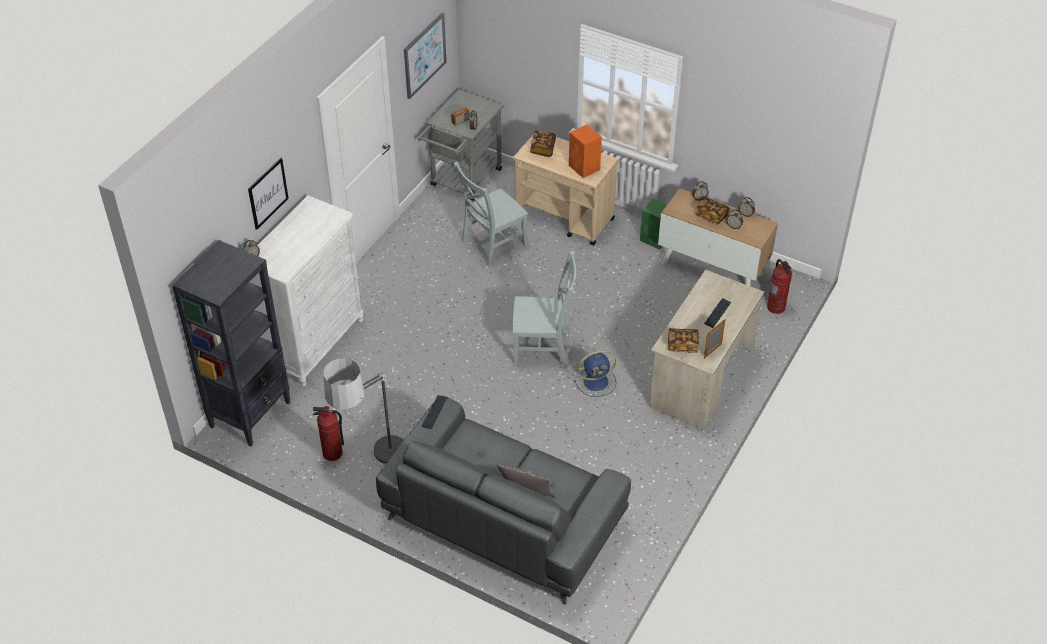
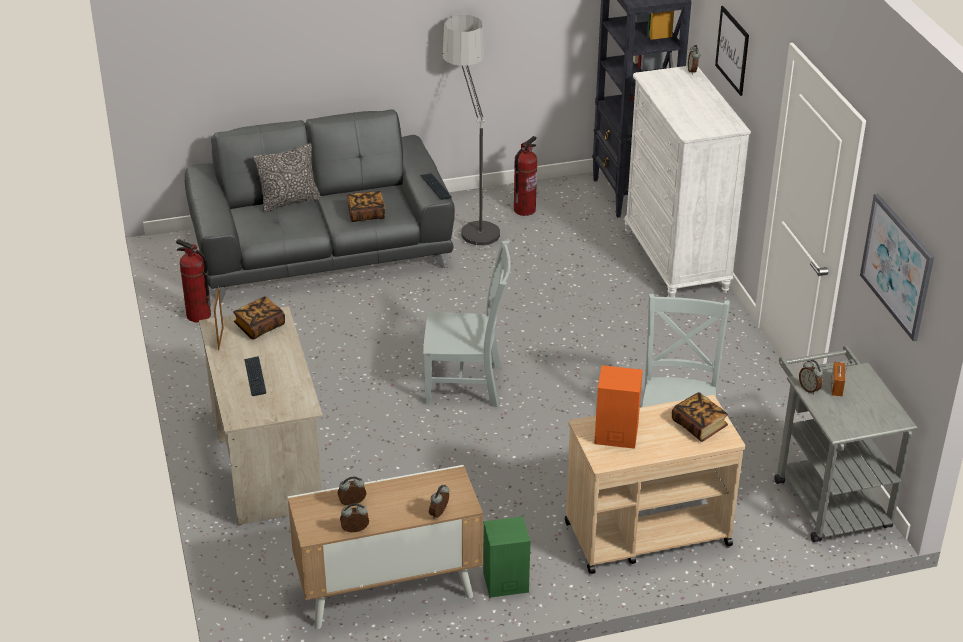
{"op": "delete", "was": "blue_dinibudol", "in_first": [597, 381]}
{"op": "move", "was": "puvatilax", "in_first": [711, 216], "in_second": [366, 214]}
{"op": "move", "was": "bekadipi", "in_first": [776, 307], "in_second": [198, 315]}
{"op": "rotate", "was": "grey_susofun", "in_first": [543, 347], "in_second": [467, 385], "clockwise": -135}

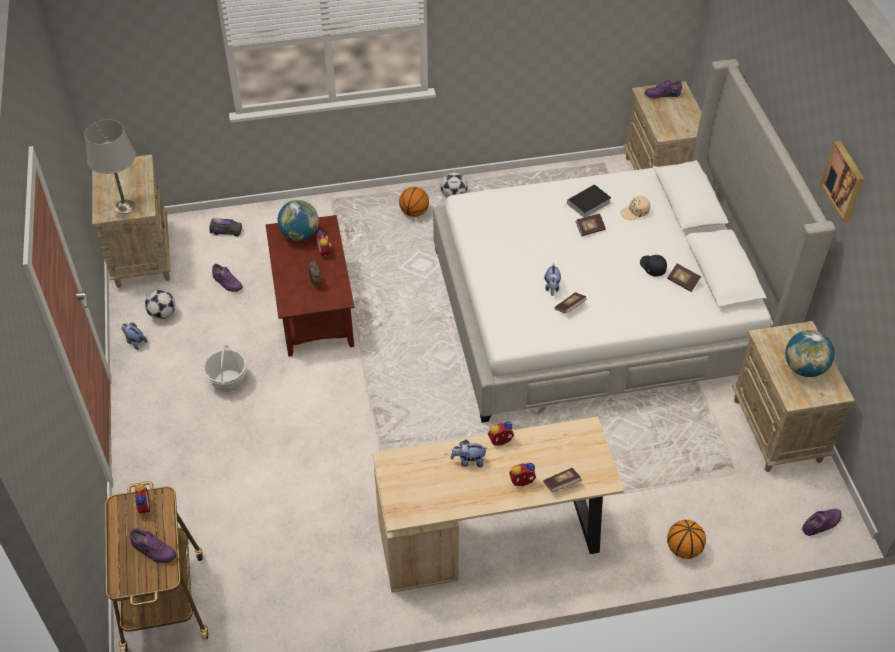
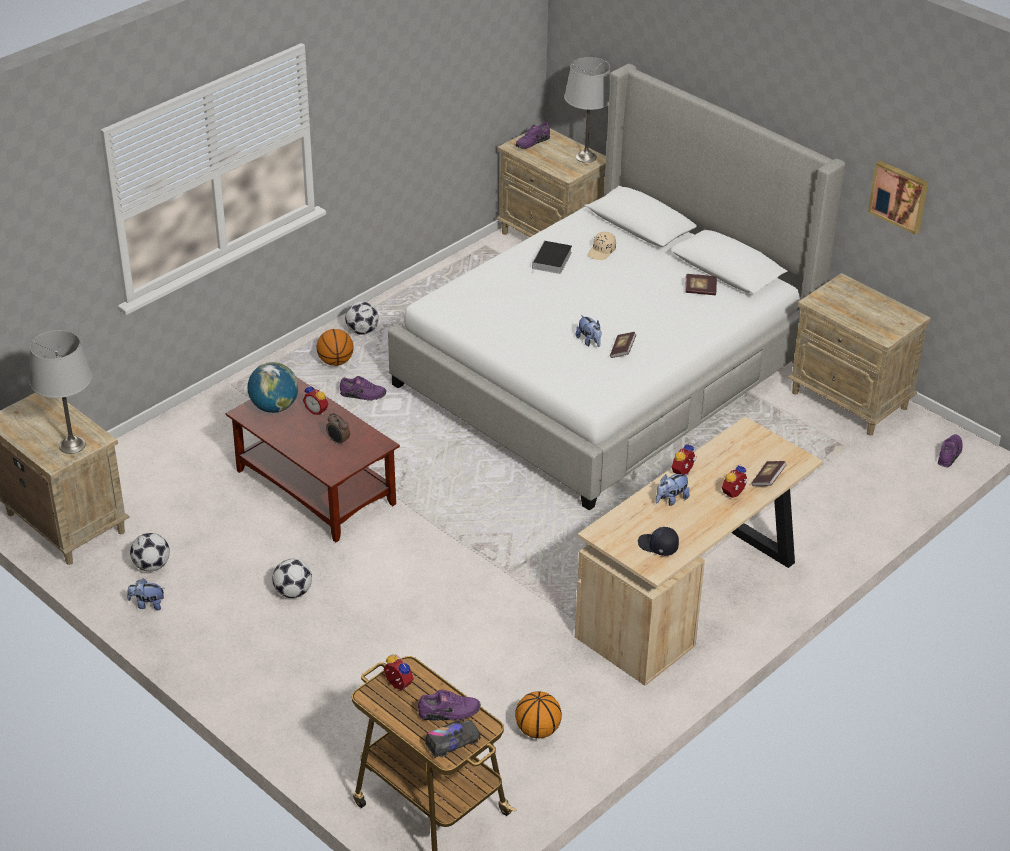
{"op": "delete", "was": "puvatilax", "in_first": [590, 229]}
{"op": "delete", "was": "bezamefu", "in_first": [804, 368]}
{"op": "insert", "now": "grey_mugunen", "in_second": [585, 157]}
{"op": "move", "was": "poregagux", "in_first": [226, 231], "in_second": [452, 743]}
{"op": "move", "was": "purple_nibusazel", "in_first": [227, 283], "in_second": [363, 395]}
{"op": "move", "was": "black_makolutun", "in_first": [652, 267], "in_second": [658, 546]}
{"op": "move", "was": "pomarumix", "in_first": [683, 548], "in_second": [537, 730]}
{"op": "move", "was": "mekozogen", "in_first": [844, 181], "in_second": [899, 196]}
{"op": "replace", "was": "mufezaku", "now": "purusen", "in_first": [228, 381], "in_second": [293, 592]}

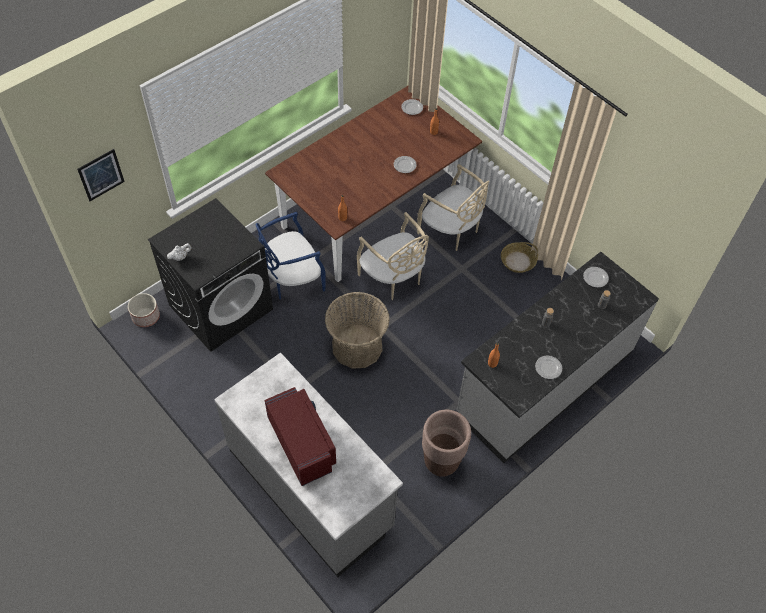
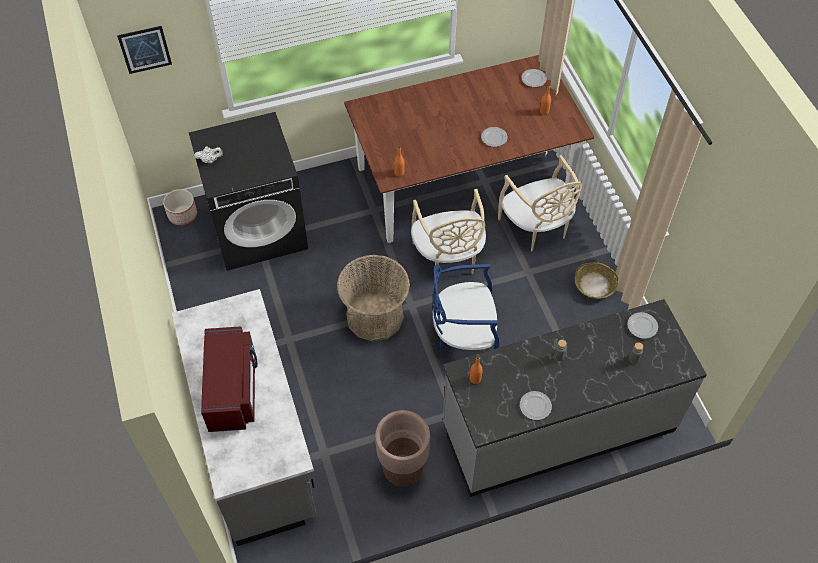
{"op": "move", "was": "blue_susofun", "in_first": [292, 278], "in_second": [463, 335]}

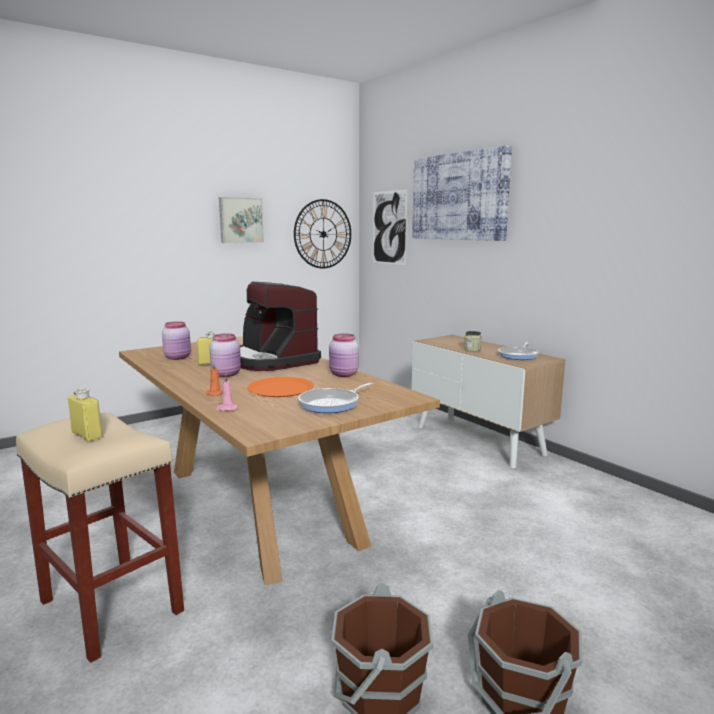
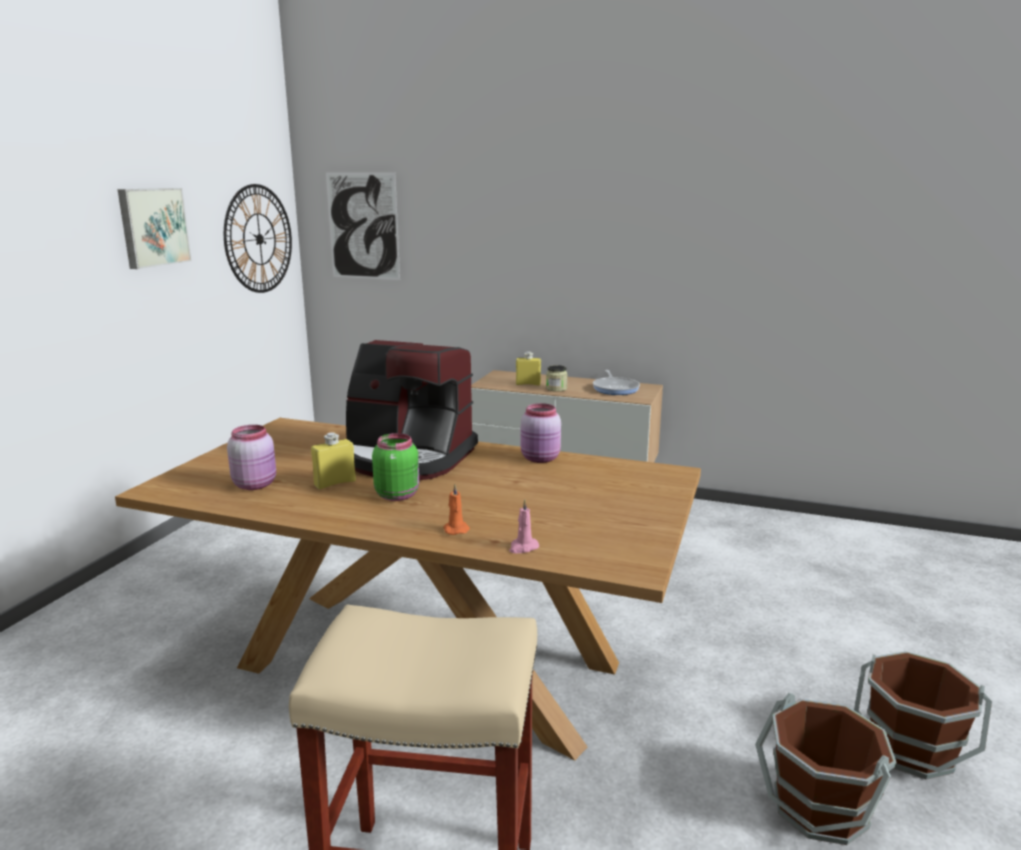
{"op": "delete", "was": "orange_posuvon", "in_first": [280, 388]}
{"op": "delete", "was": "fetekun", "in_first": [332, 404]}
{"op": "delete", "was": "mekozogen", "in_first": [459, 197]}
{"op": "move", "was": "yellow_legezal", "in_first": [87, 435], "in_second": [528, 384]}
{"op": "recolor", "was": "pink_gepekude", "now": "green_gepekude", "in_first": [227, 374], "in_second": [398, 495]}

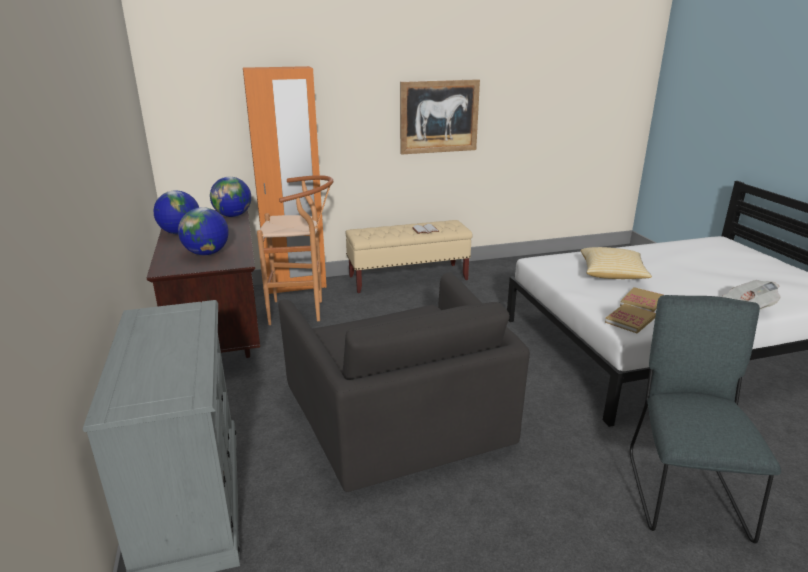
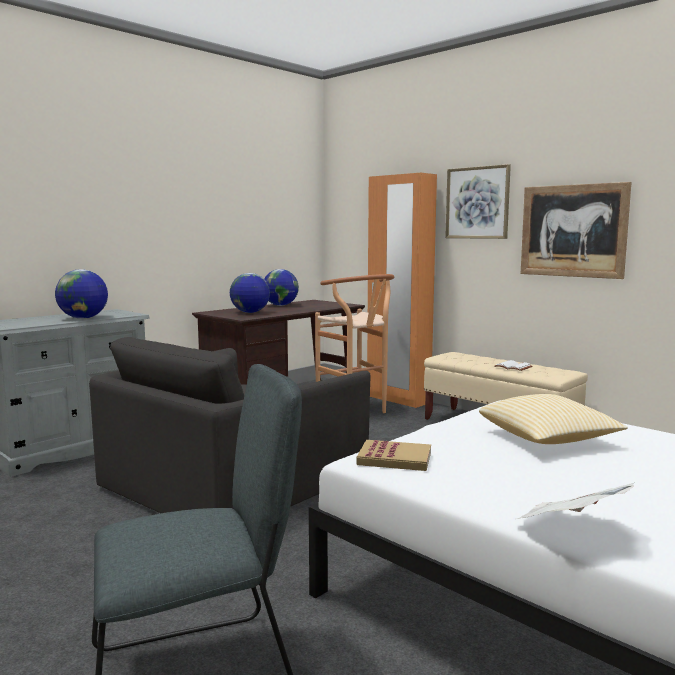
{"op": "delete", "was": "puvatilax", "in_first": [642, 302]}
{"op": "insert", "now": "mekozogen", "in_second": [477, 203]}
{"op": "move", "was": "bezamefu", "in_first": [233, 216], "in_second": [83, 318]}

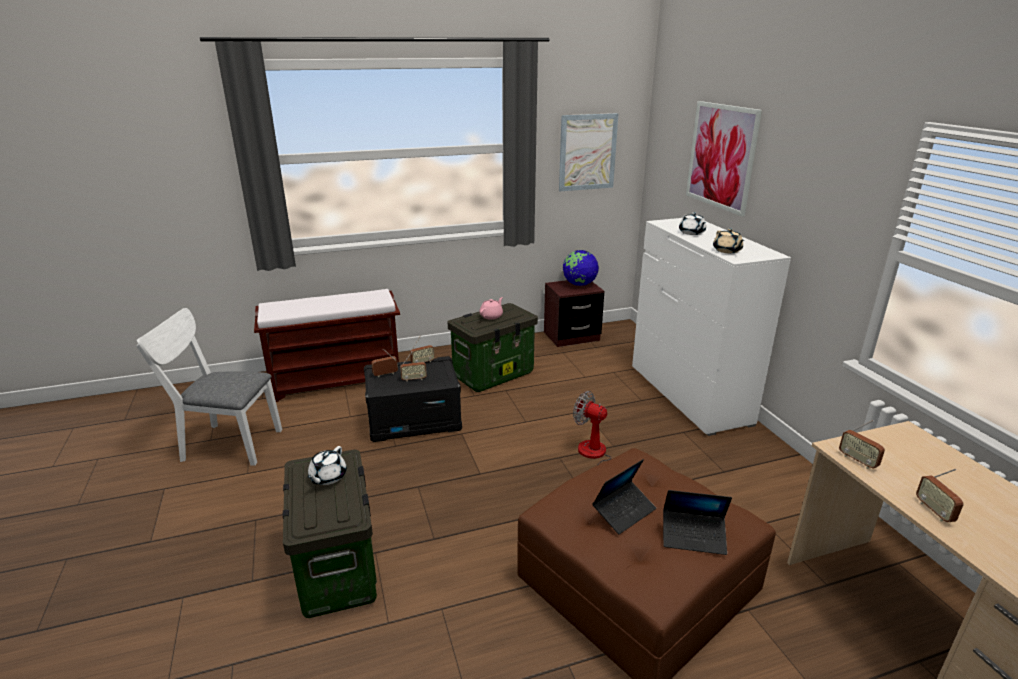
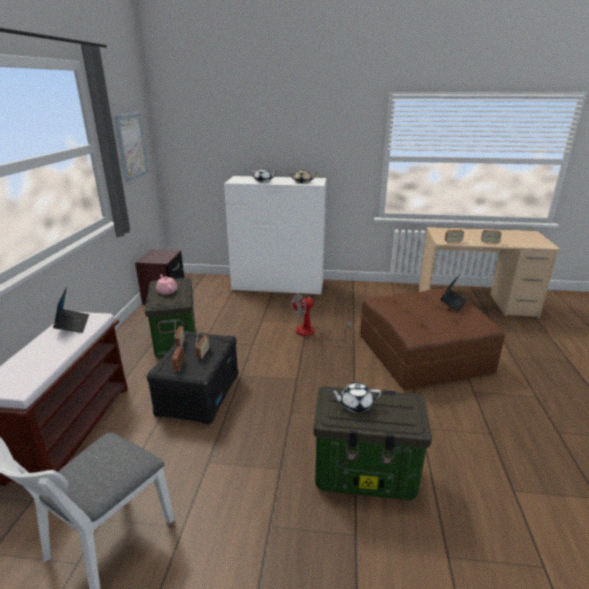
{"op": "delete", "was": "bezamefu", "in_first": [579, 284]}
{"op": "delete", "was": "mekozogen", "in_first": [721, 156]}
{"op": "move", "was": "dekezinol", "in_first": [624, 511], "in_second": [73, 324]}
{"op": "rotate", "was": "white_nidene", "in_first": [327, 477], "in_second": [355, 405], "clockwise": 135}

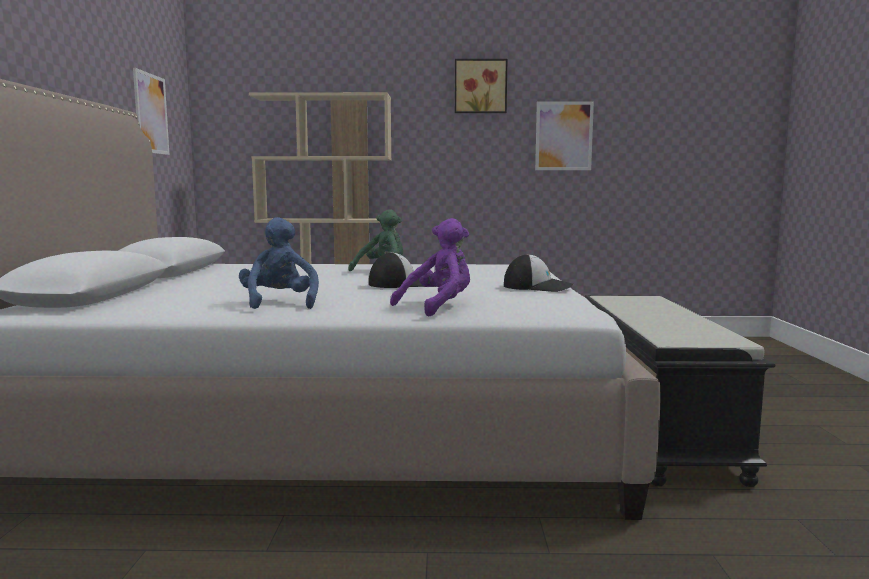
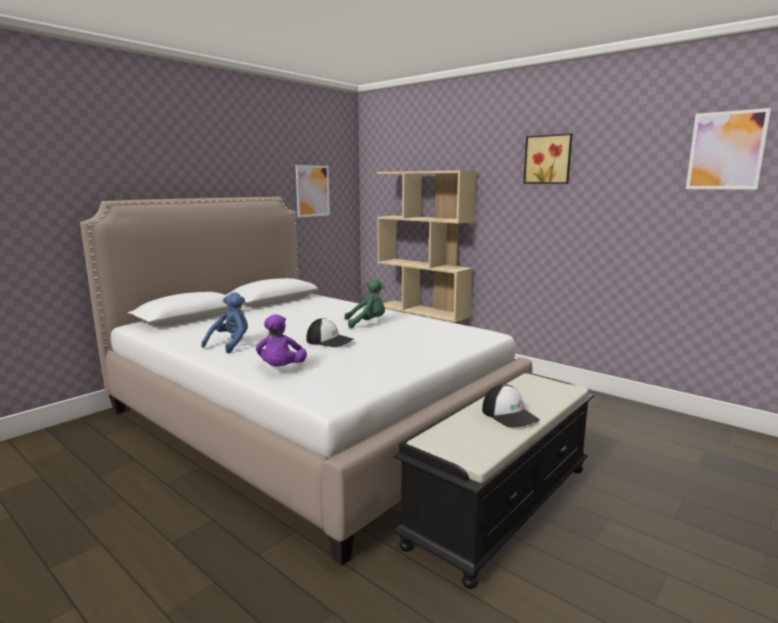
{"op": "move", "was": "makolutun", "in_first": [538, 287], "in_second": [510, 415]}
{"op": "move", "was": "mekozogen", "in_first": [564, 136], "in_second": [726, 150]}
{"op": "rotate", "was": "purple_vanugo", "in_first": [438, 307], "in_second": [281, 369], "clockwise": 90}

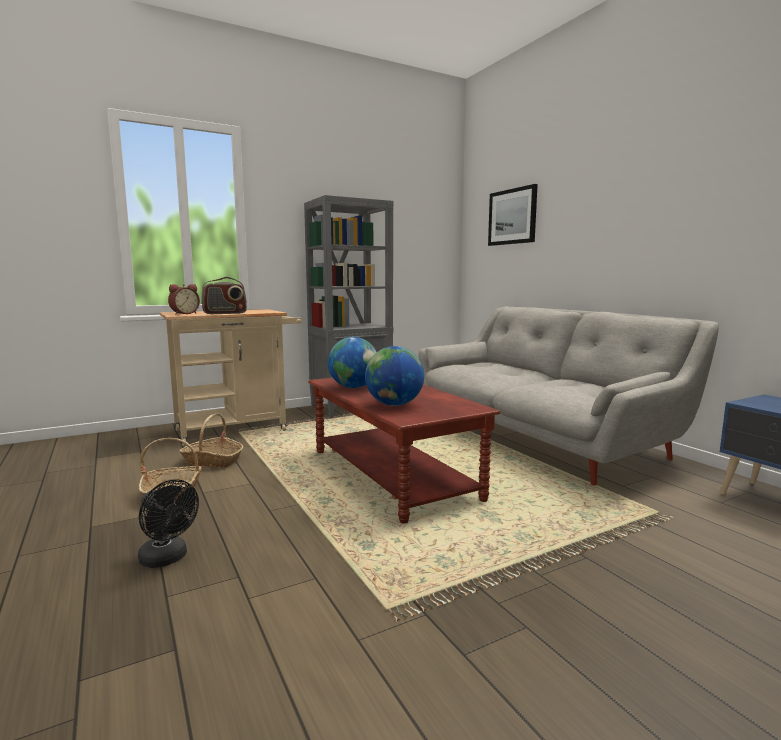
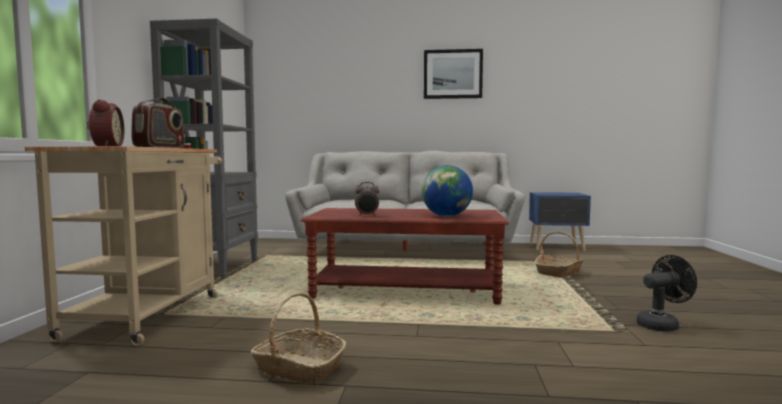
{"op": "move", "was": "black_dinibudol", "in_first": [167, 559], "in_second": [662, 325]}
{"op": "move", "was": "mufezaku", "in_first": [213, 461], "in_second": [558, 273]}
{"op": "move", "was": "mekozogen", "in_first": [512, 216], "in_second": [453, 74]}
{"op": "replace", "was": "bezamefu", "now": "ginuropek", "in_first": [353, 387], "in_second": [367, 215]}

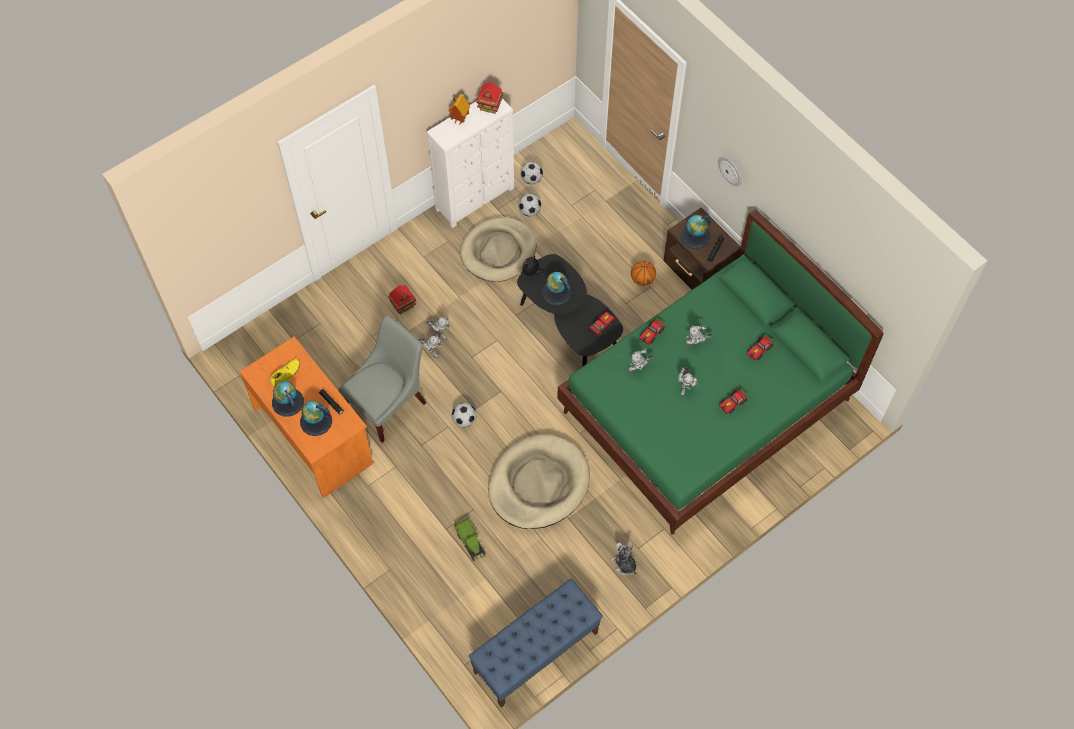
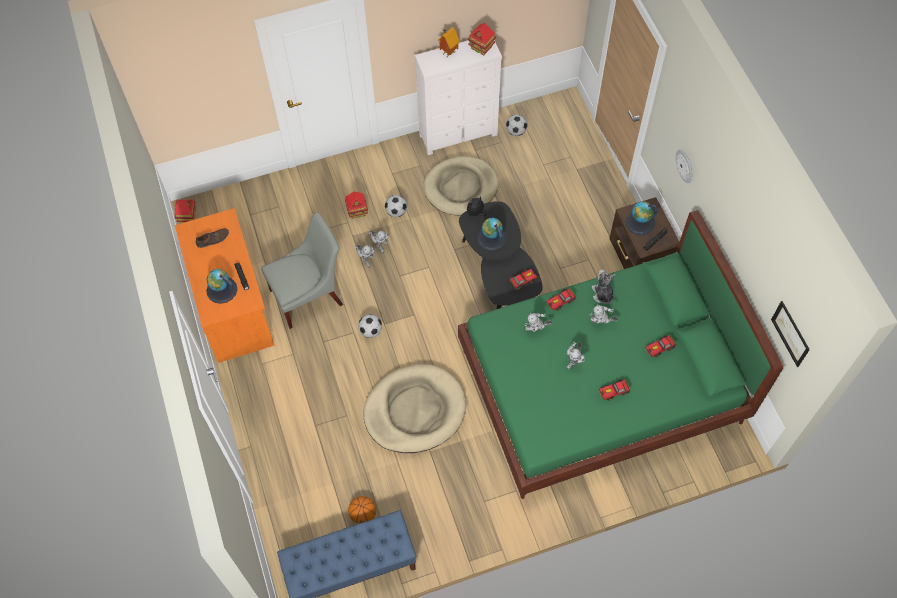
{"op": "delete", "was": "bezamefu", "in_first": [287, 402]}
{"op": "delete", "was": "poregagux", "in_first": [470, 541]}
{"op": "insert", "now": "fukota", "in_second": [187, 217]}
{"op": "insert", "now": "mekozogen", "in_second": [790, 333]}
{"op": "move", "was": "purusen", "in_first": [529, 211], "in_second": [396, 212]}
{"op": "move", "was": "vanugo", "in_first": [624, 564], "in_second": [602, 294]}
{"op": "move", "was": "pomarumix", "in_first": [642, 280], "in_second": [363, 514]}
{"op": "recolor", "was": "yellow_nibusazel", "now": "brown_nibusazel", "in_first": [285, 374], "in_second": [213, 239]}

